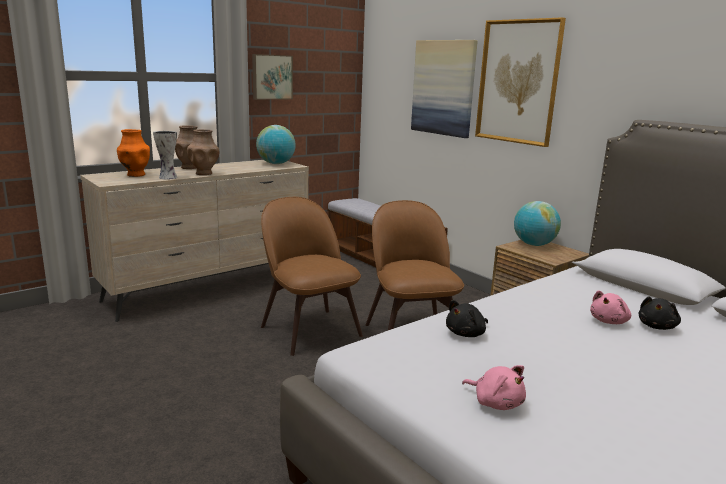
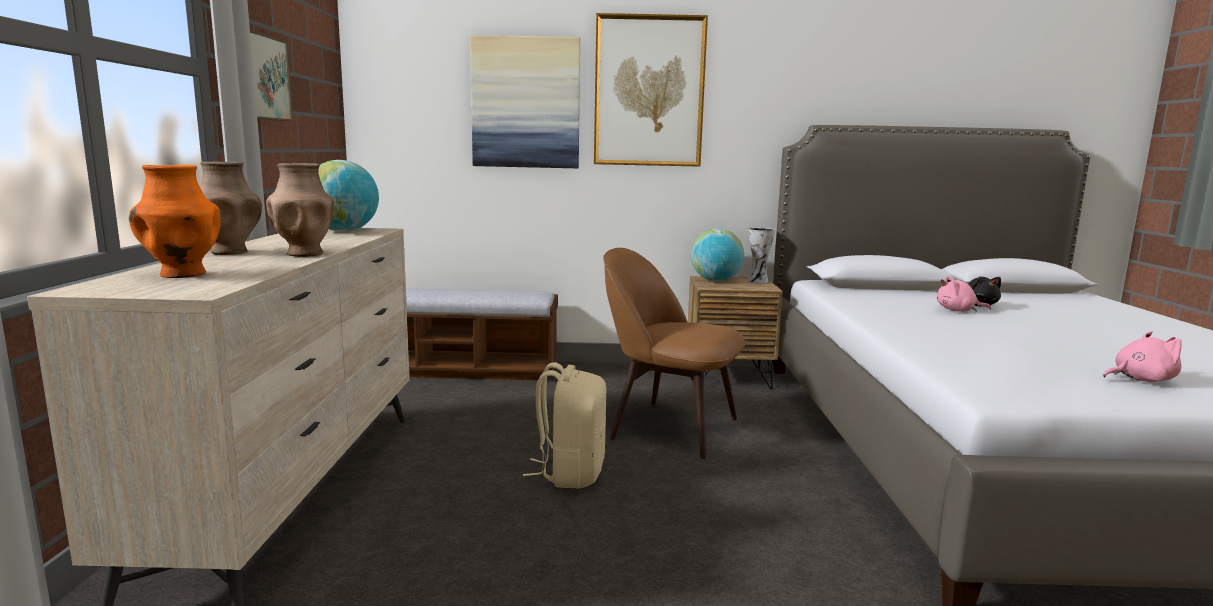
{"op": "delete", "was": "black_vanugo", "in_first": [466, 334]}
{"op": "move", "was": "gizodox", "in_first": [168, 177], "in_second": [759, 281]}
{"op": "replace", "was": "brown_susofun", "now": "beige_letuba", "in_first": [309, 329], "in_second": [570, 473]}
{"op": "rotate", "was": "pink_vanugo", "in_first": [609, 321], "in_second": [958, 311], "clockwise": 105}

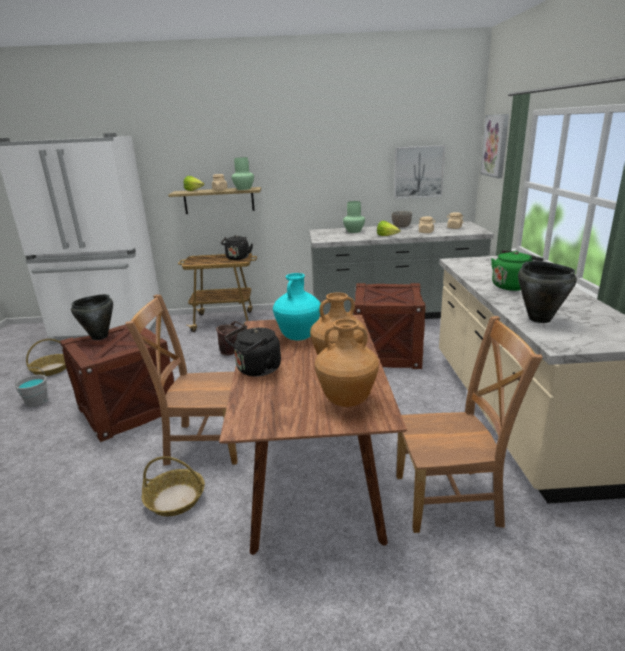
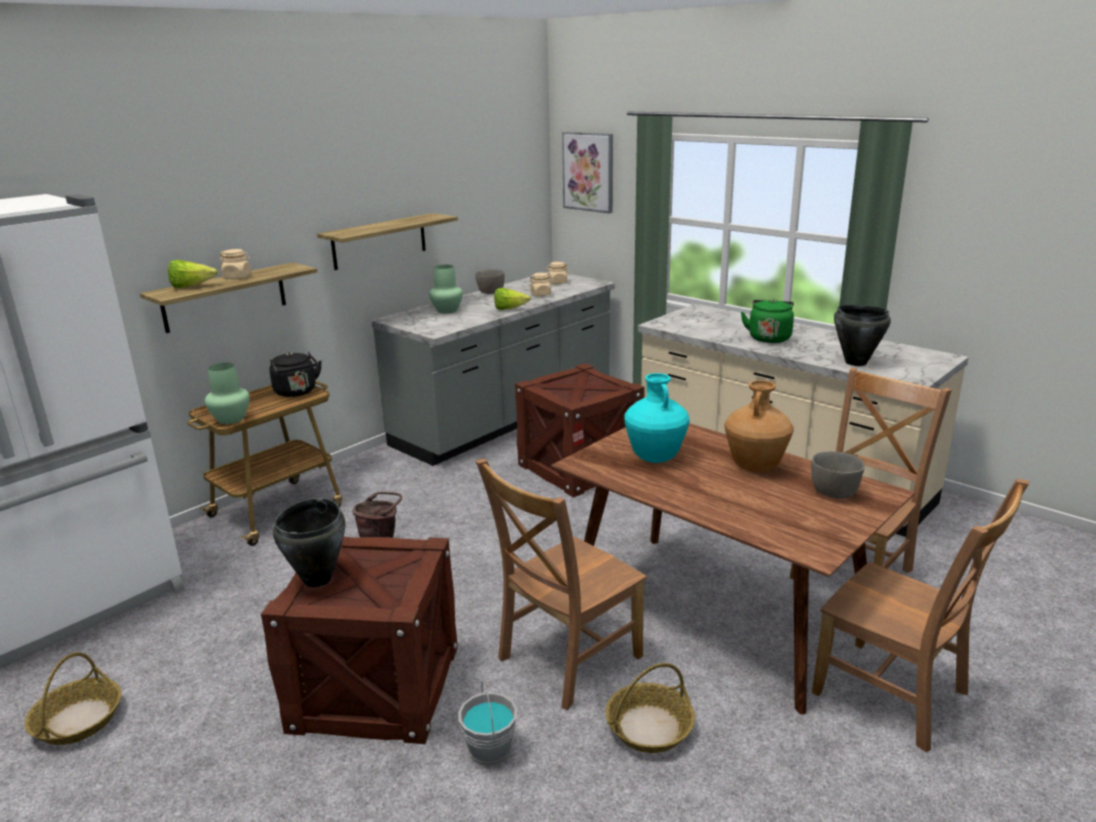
{"op": "delete", "was": "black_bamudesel", "in_first": [256, 370]}
{"op": "delete", "was": "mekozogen", "in_first": [418, 172]}
{"op": "insert", "now": "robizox", "in_second": [379, 241]}
{"op": "insert", "now": "brown_susofun", "in_second": [896, 696]}
{"op": "move", "was": "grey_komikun", "in_first": [36, 401], "in_second": [489, 750]}
{"op": "move", "was": "green_gizodox", "in_first": [243, 189], "in_second": [230, 419]}
{"op": "replace", "was": "brown_gizodox", "now": "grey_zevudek", "in_first": [347, 401], "in_second": [834, 492]}

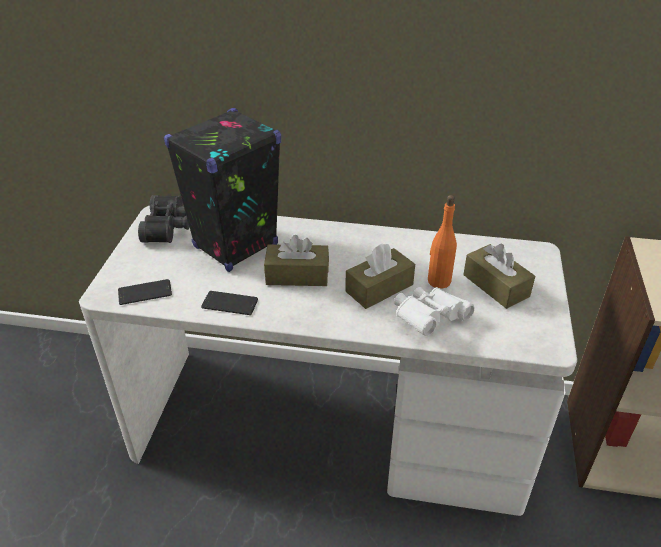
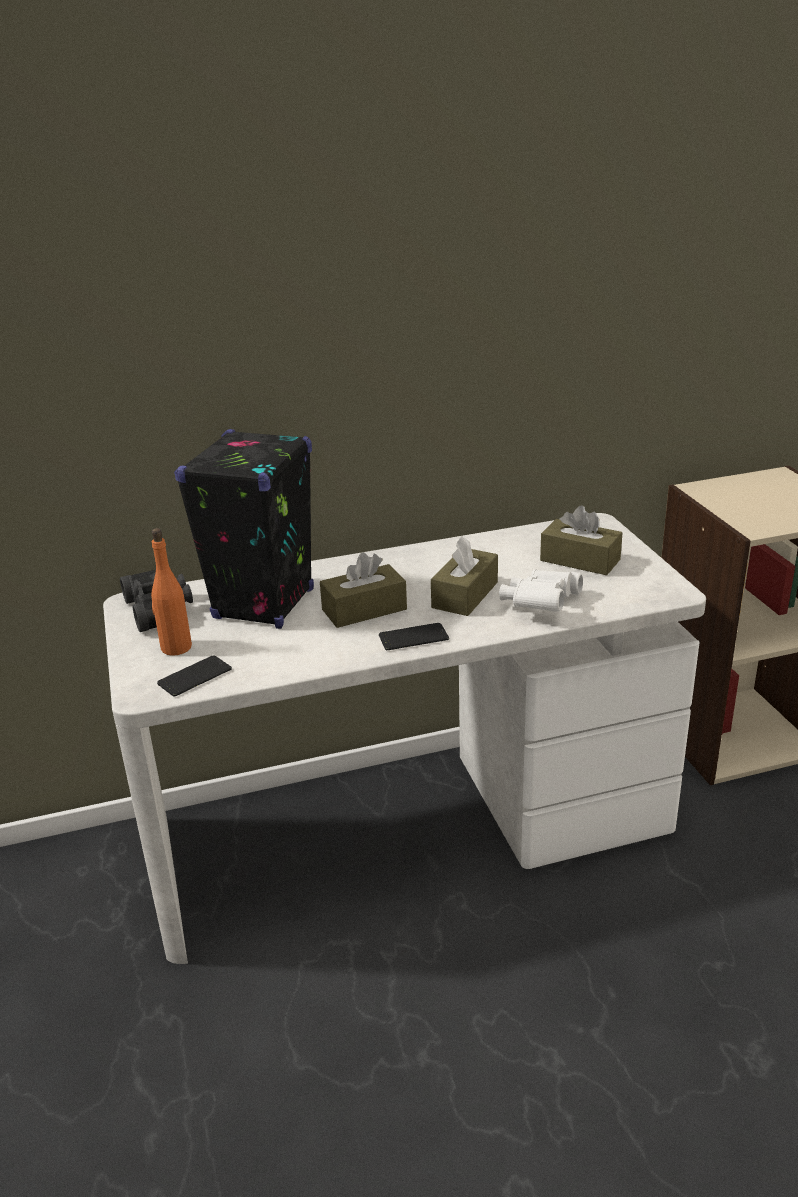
{"op": "move", "was": "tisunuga", "in_first": [229, 303], "in_second": [413, 638]}
{"op": "move", "was": "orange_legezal", "in_first": [438, 281], "in_second": [176, 647]}

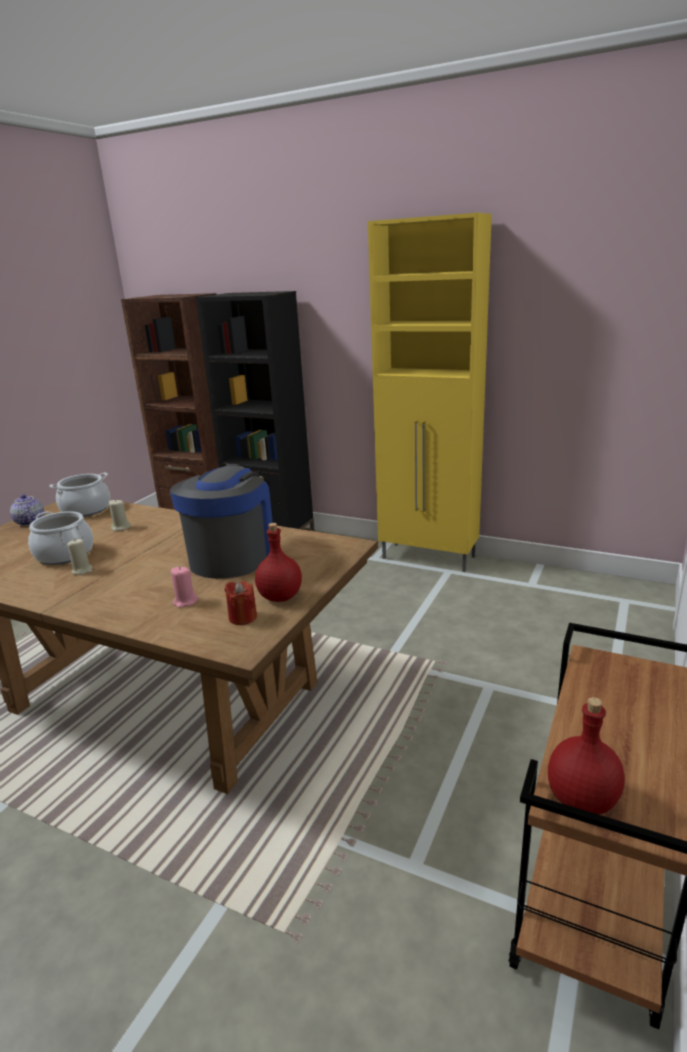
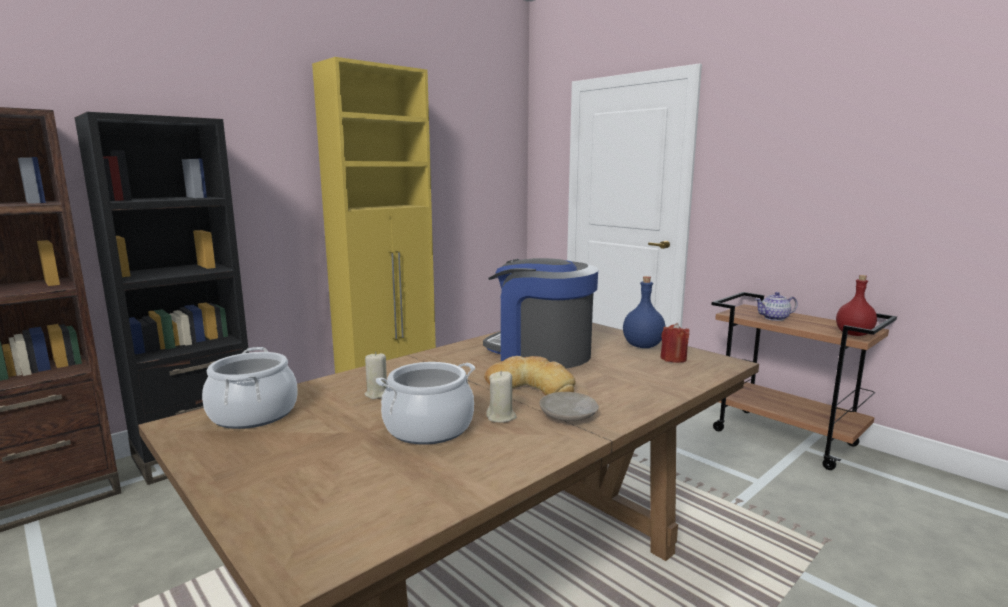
{"op": "delete", "was": "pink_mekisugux", "in_first": [185, 602]}
{"op": "insert", "now": "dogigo", "in_second": [530, 385]}
{"op": "insert", "now": "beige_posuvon", "in_second": [568, 415]}
{"op": "move", "was": "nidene", "in_first": [29, 522], "in_second": [774, 318]}
{"op": "recolor", "was": "red_legezal", "now": "blue_legezal", "in_first": [279, 596], "in_second": [642, 346]}

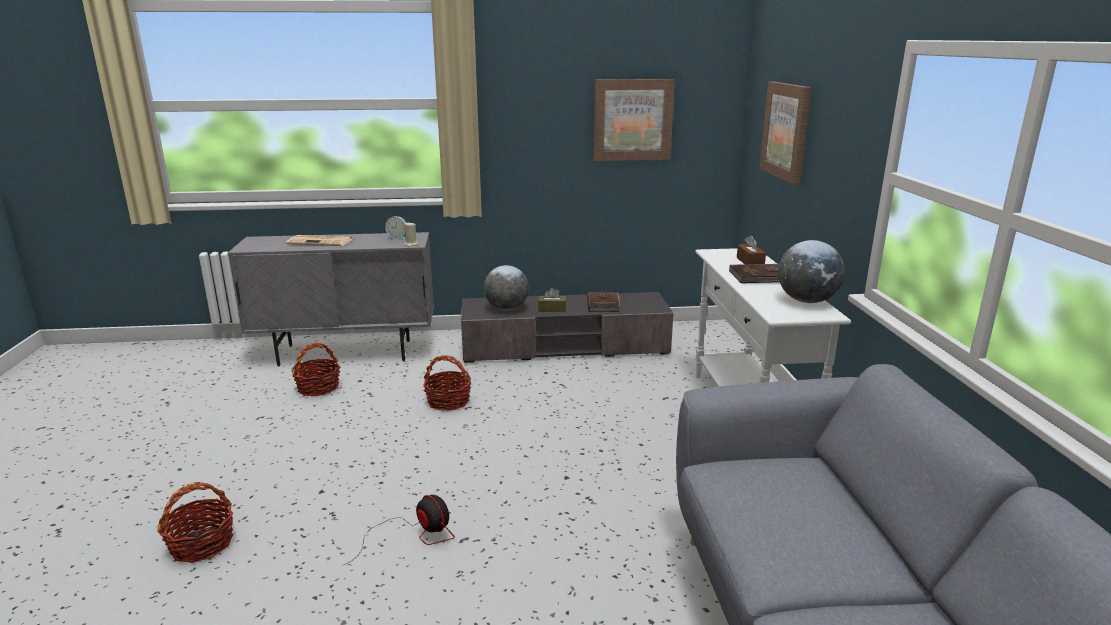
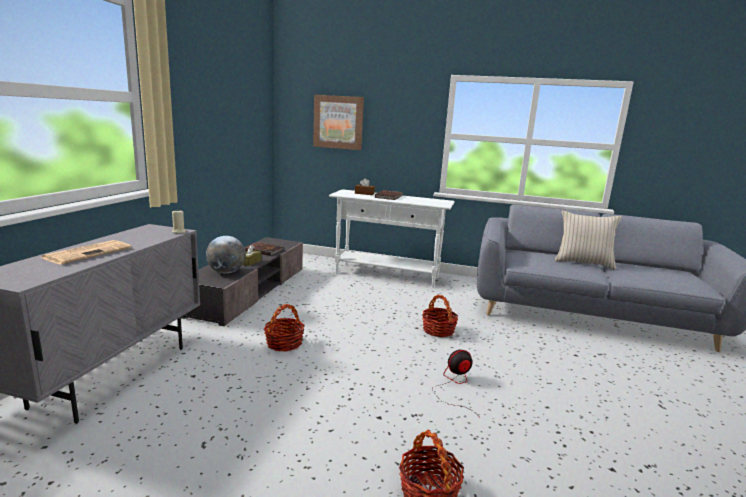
{"op": "delete", "was": "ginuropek", "in_first": [398, 238]}
{"op": "delete", "was": "mekozogen", "in_first": [632, 120]}
{"op": "delete", "was": "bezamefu", "in_first": [806, 301]}
{"op": "insert", "now": "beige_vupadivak", "in_second": [583, 263]}
{"op": "move", "was": "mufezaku", "in_first": [318, 387], "in_second": [438, 330]}

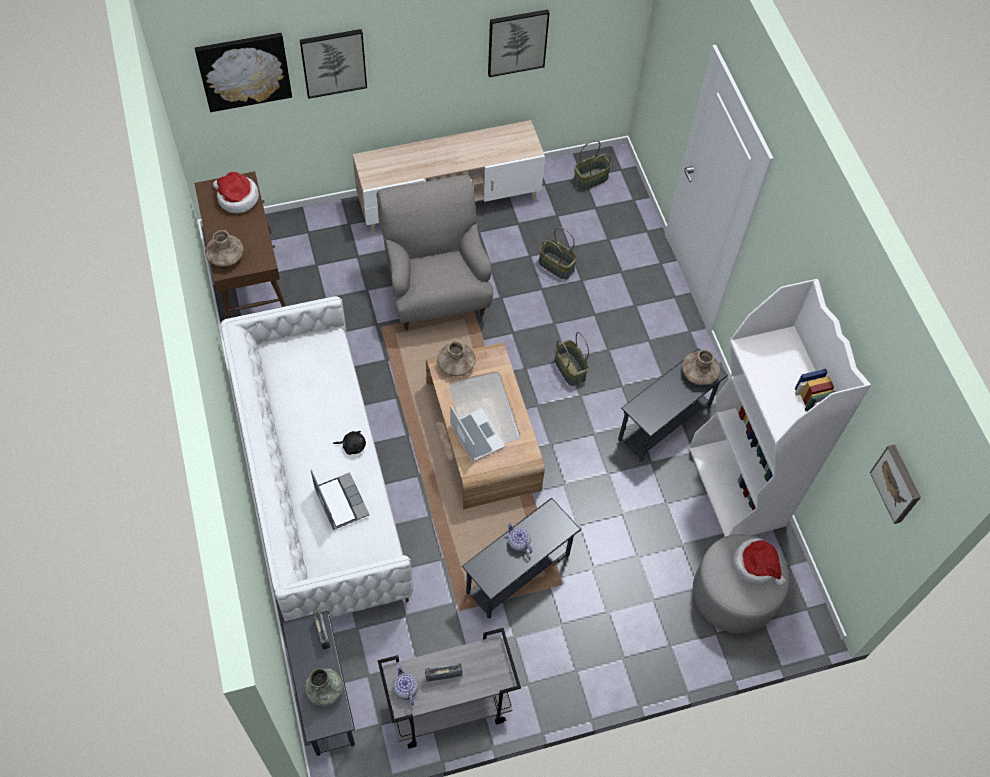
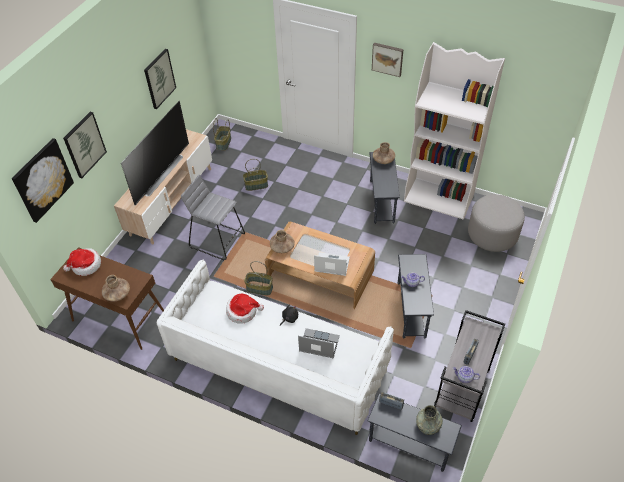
{"op": "insert", "now": "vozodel", "in_second": [160, 173]}
{"op": "move", "was": "mufezaku", "in_first": [570, 369], "in_second": [260, 288]}
{"op": "move", "was": "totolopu", "in_first": [756, 565], "in_second": [243, 311]}
{"op": "move", "was": "mekozogen", "in_first": [897, 483], "in_second": [387, 58]}
{"op": "replace", "was": "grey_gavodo", "now": "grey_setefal", "in_first": [436, 291], "in_second": [217, 240]}

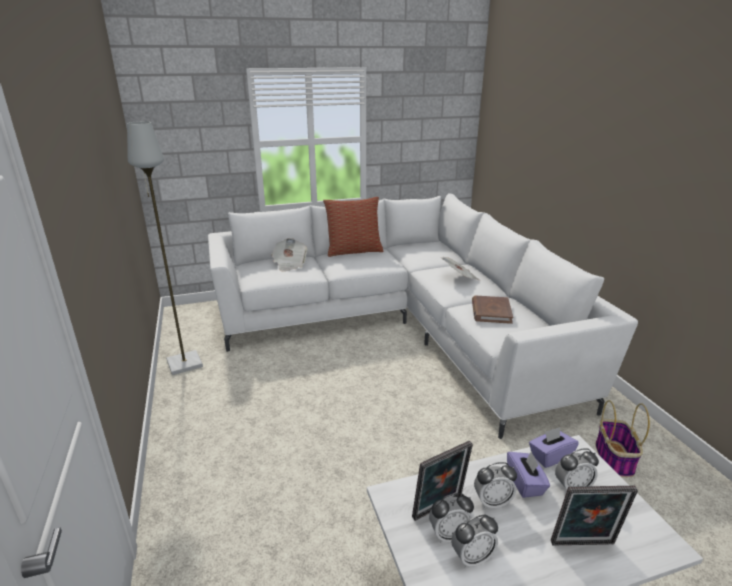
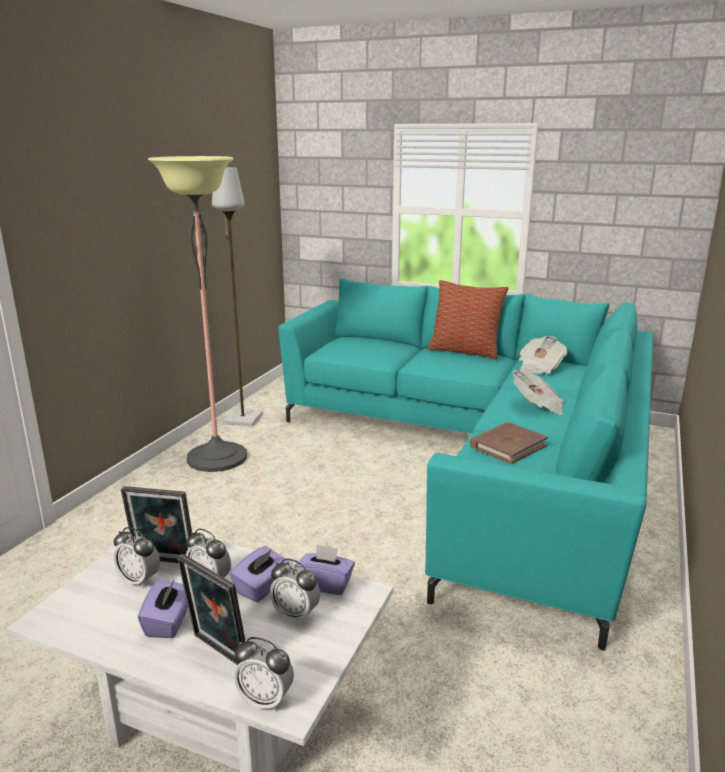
{"op": "delete", "was": "mufezaku", "in_first": [614, 459]}
{"op": "insert", "now": "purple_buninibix", "in_second": [168, 622]}
{"op": "insert", "now": "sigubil", "in_second": [217, 457]}
{"op": "move", "was": "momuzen", "in_first": [289, 264], "in_second": [539, 368]}
{"op": "move", "was": "ginuropek", "in_first": [472, 557], "in_second": [265, 700]}
{"op": "recolor", "was": "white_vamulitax", "now": "turquoise_vamulitax", "in_first": [402, 328], "in_second": [483, 461]}

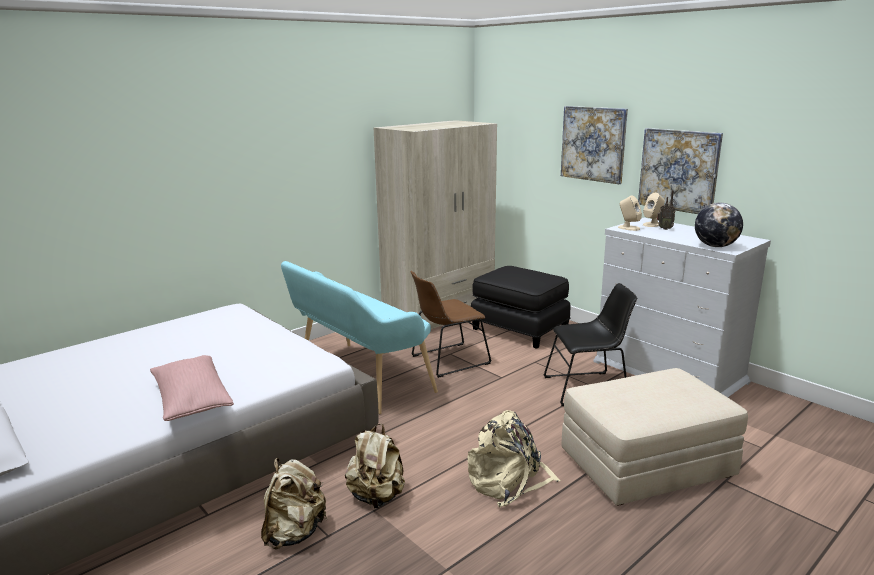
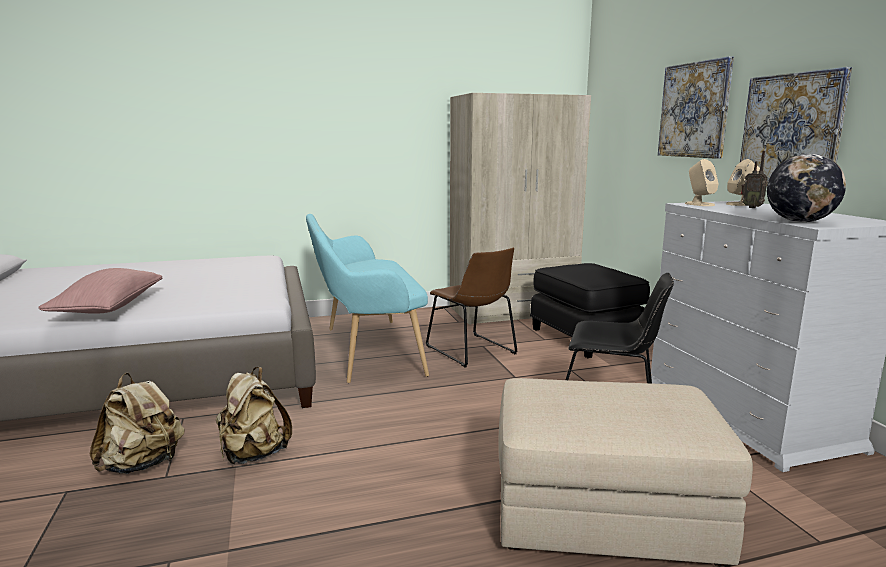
{"op": "delete", "was": "beige_letuba", "in_first": [509, 481]}
{"op": "rotate", "was": "brown_susofun", "in_first": [447, 360], "in_second": [473, 351], "clockwise": -120}

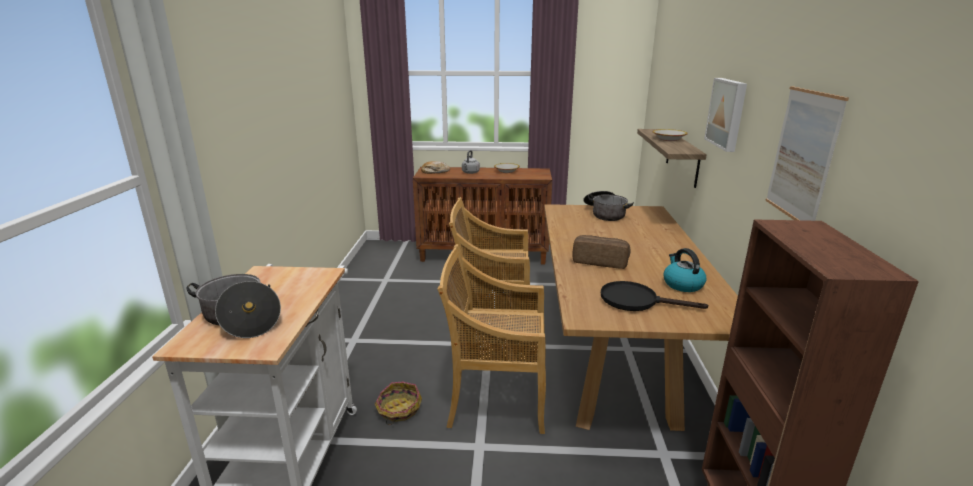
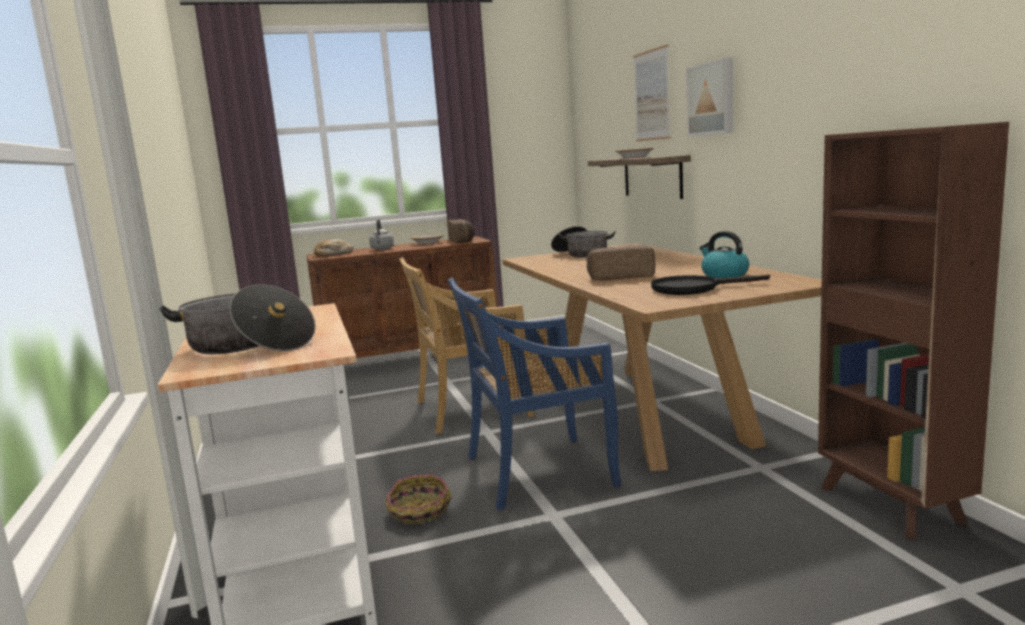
{"op": "insert", "now": "dogigo", "in_second": [463, 241]}
{"op": "move", "was": "mekozogen", "in_first": [802, 156], "in_second": [652, 95]}
{"op": "recolor", "was": "beige_susofun", "now": "blue_susofun", "in_first": [495, 398], "in_second": [536, 472]}

